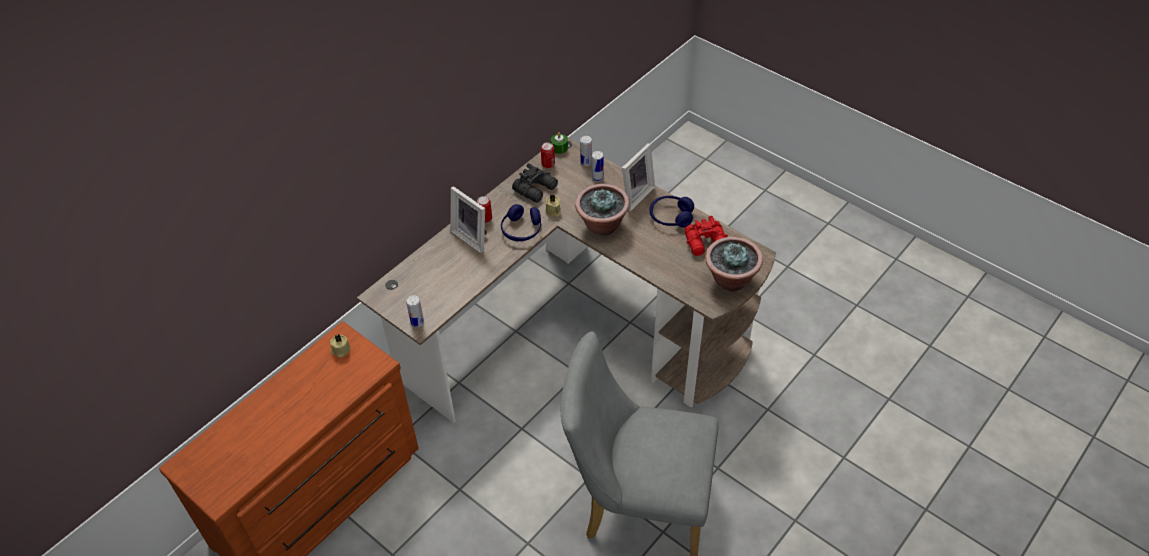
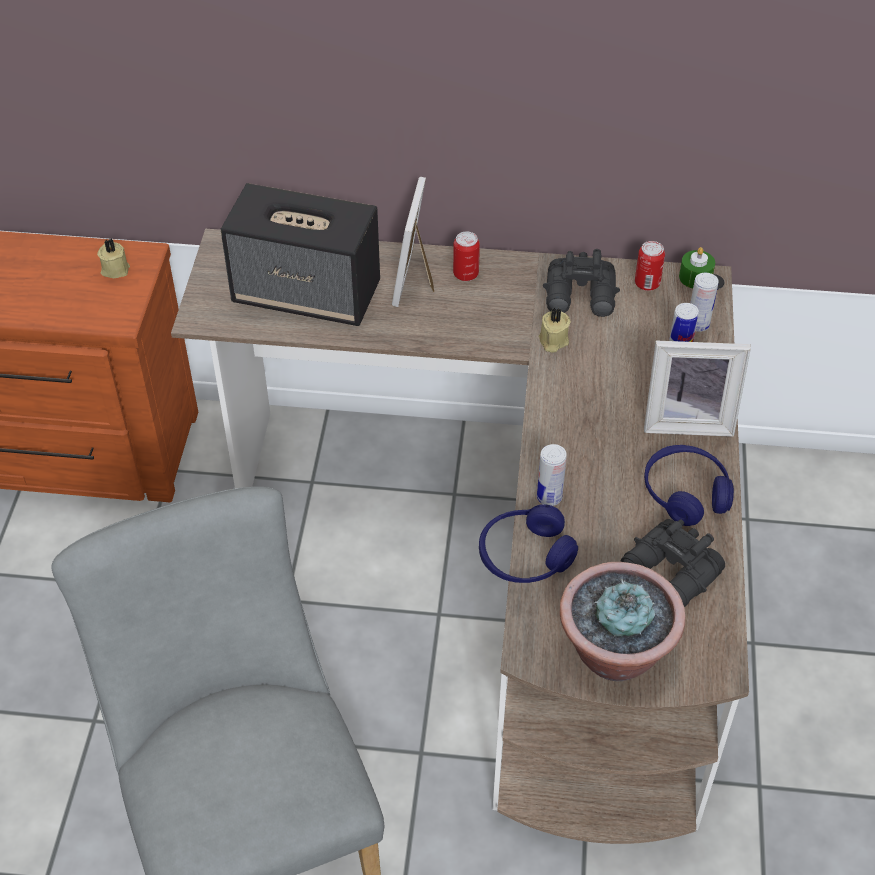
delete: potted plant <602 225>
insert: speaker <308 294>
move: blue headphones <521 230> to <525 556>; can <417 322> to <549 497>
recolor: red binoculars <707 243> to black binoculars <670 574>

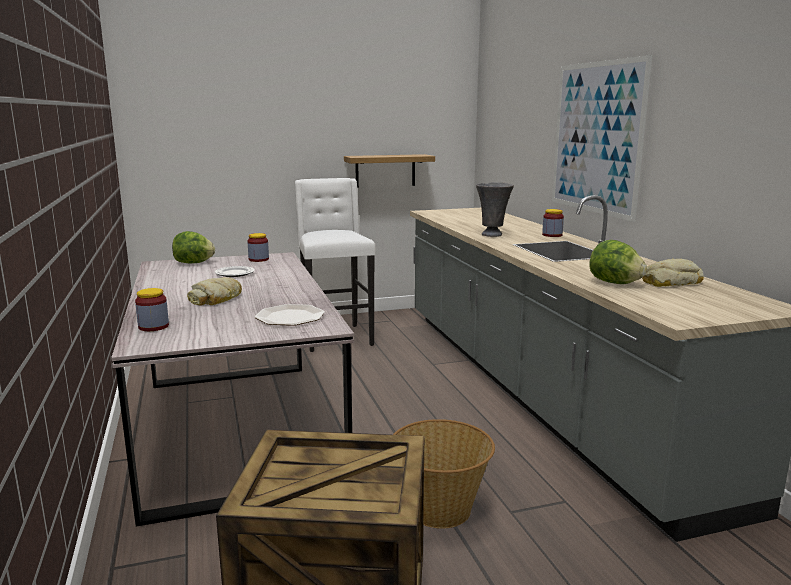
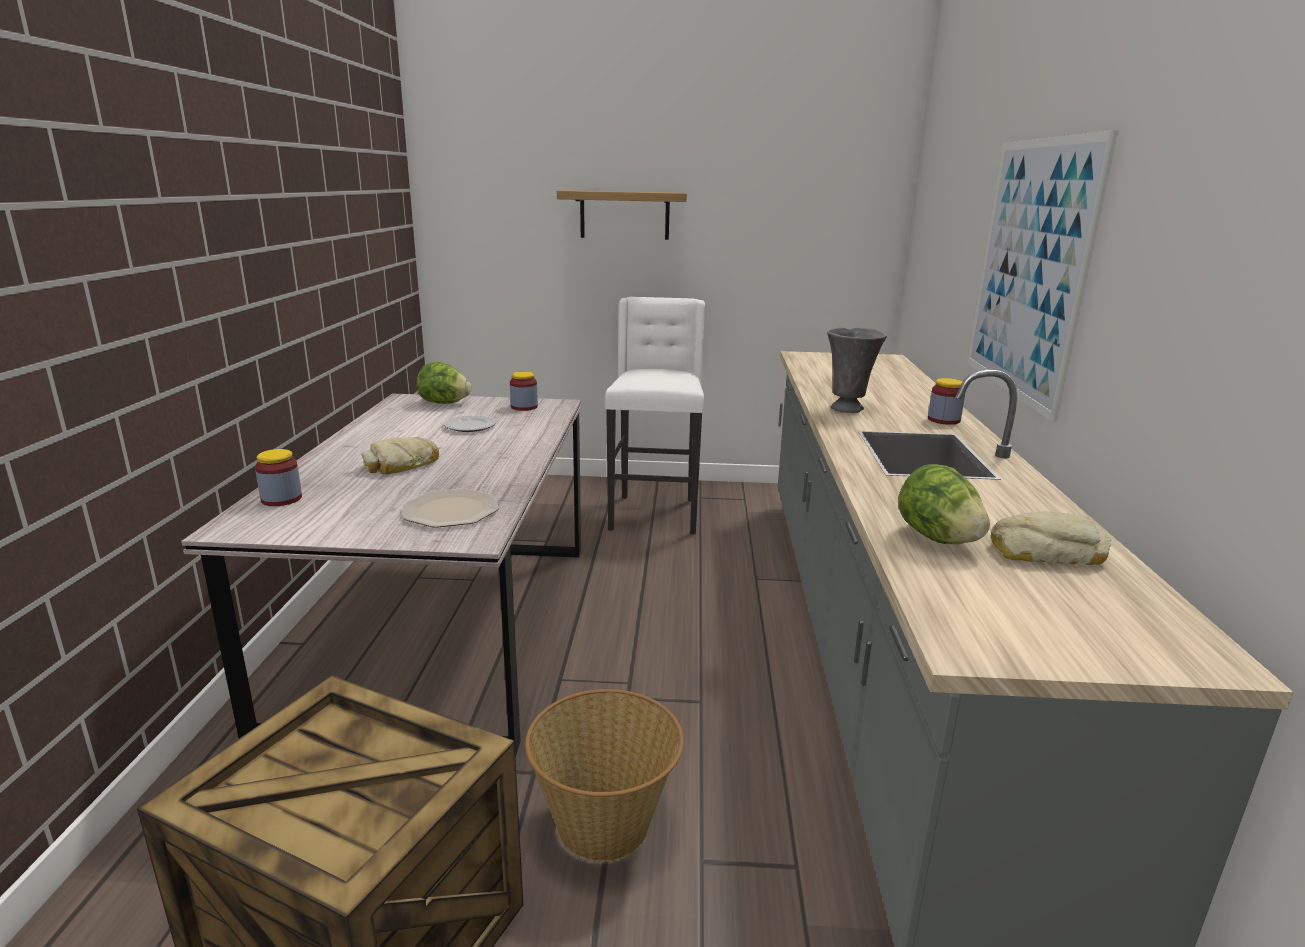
move: shelf <385 170> to <624 215>

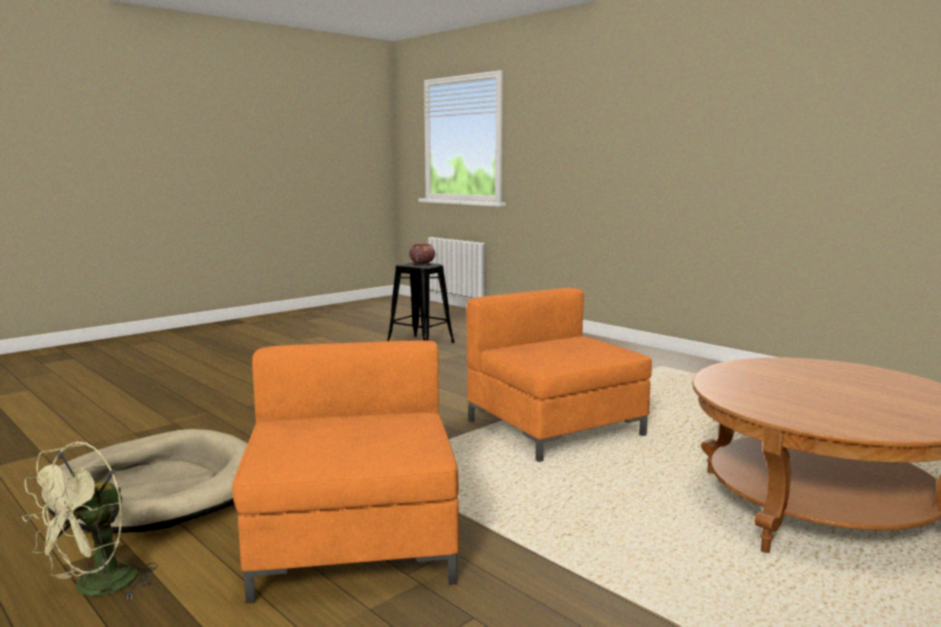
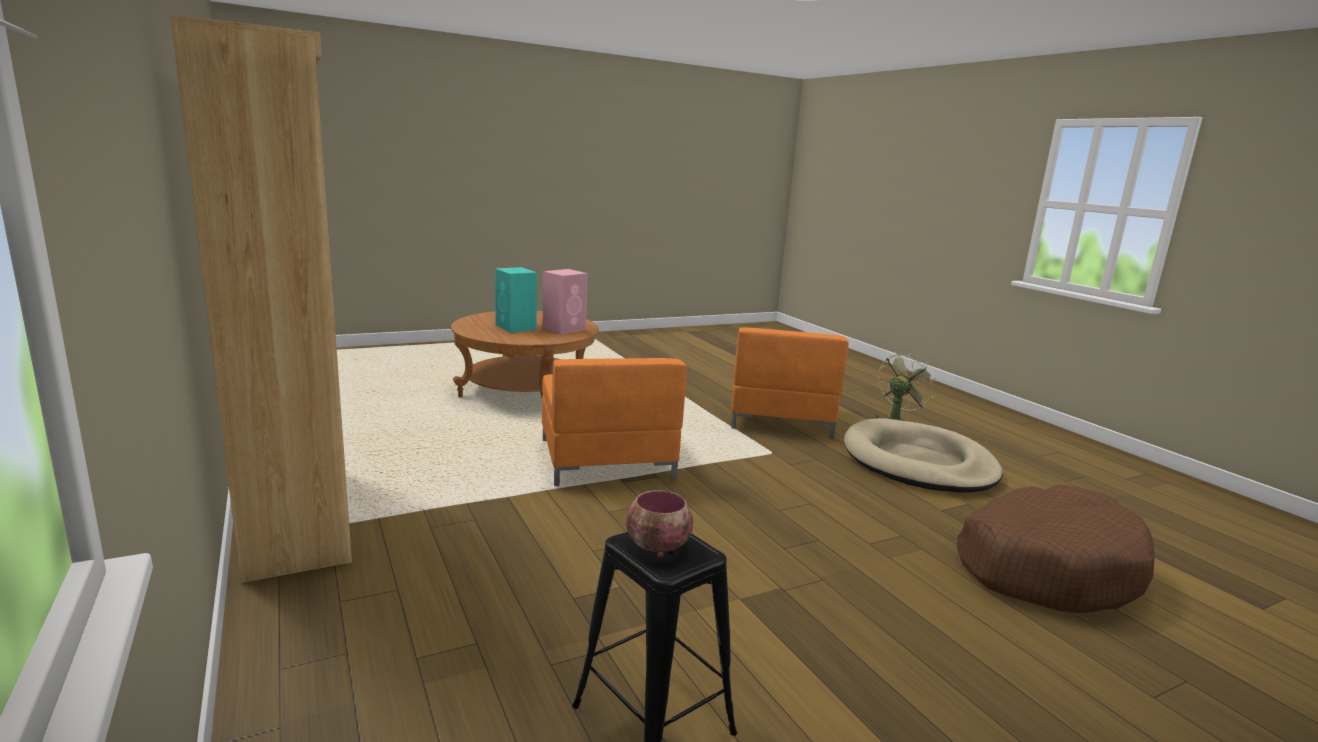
insert: brown bookcase <297 518>; turquoise speaker <516 327>; pink speaker <564 328>; brown dog bed <1046 567>

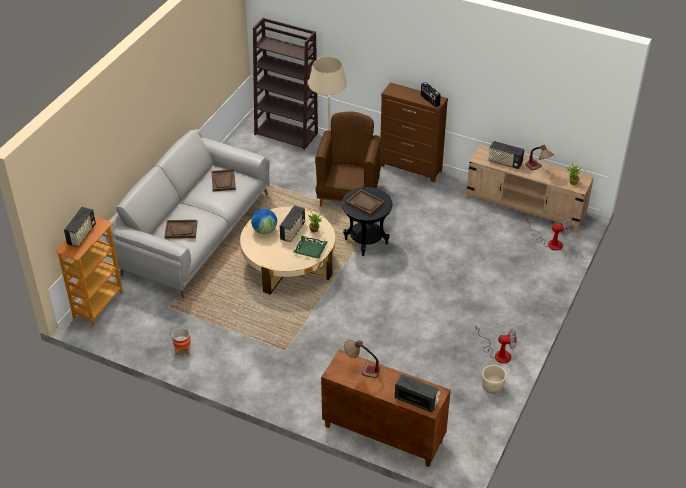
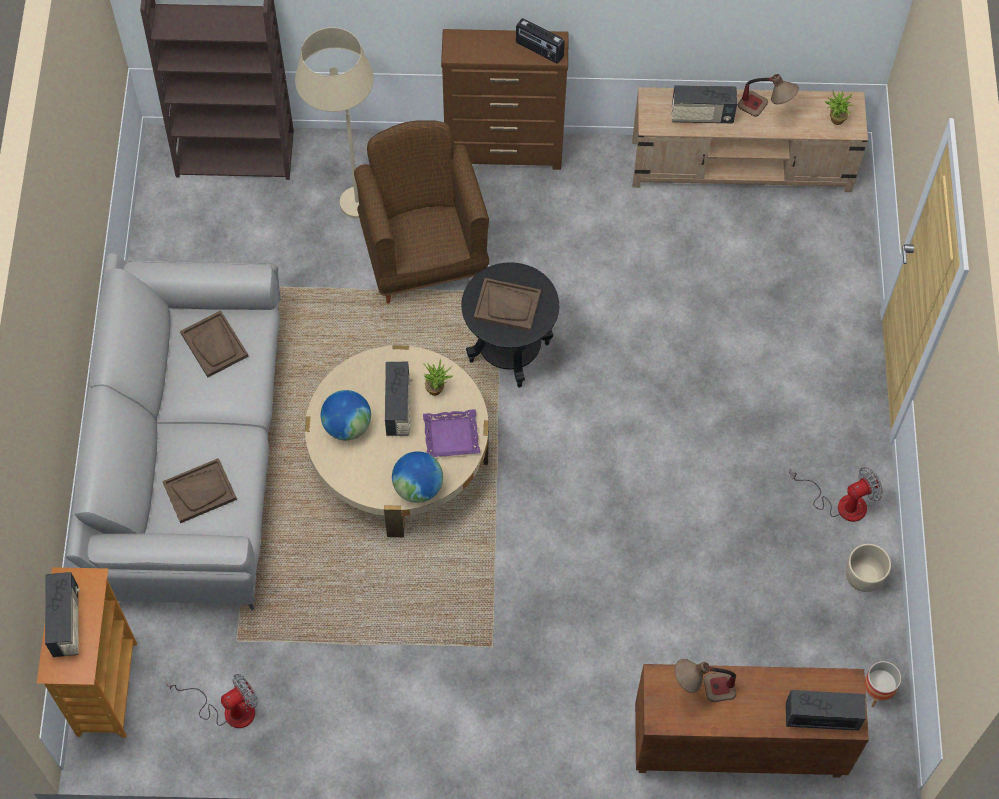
insert: globe <418 487>
move: fan <550 242> to <228 709>; planter <183 350> to <876 691>
recolor: green tray <310 249> to purple tray <451 437>

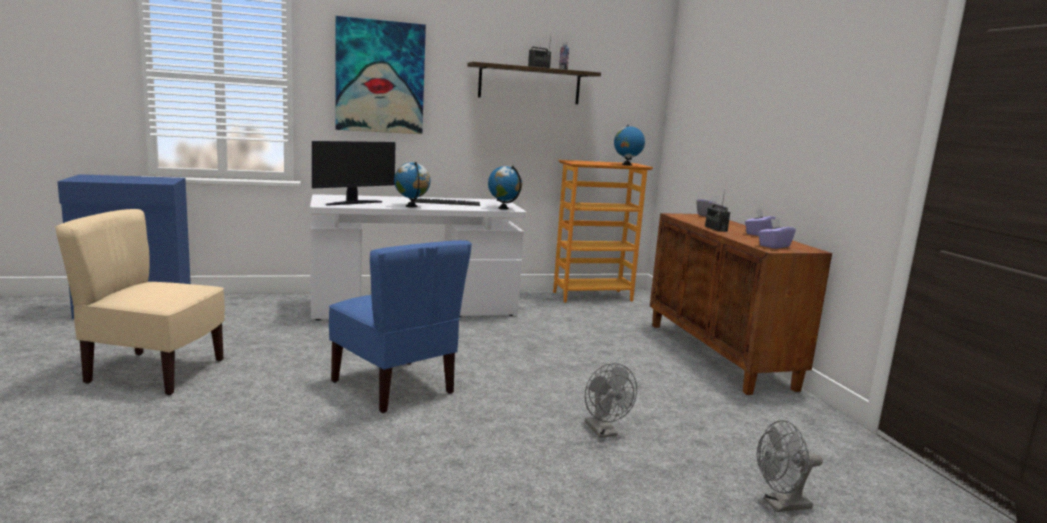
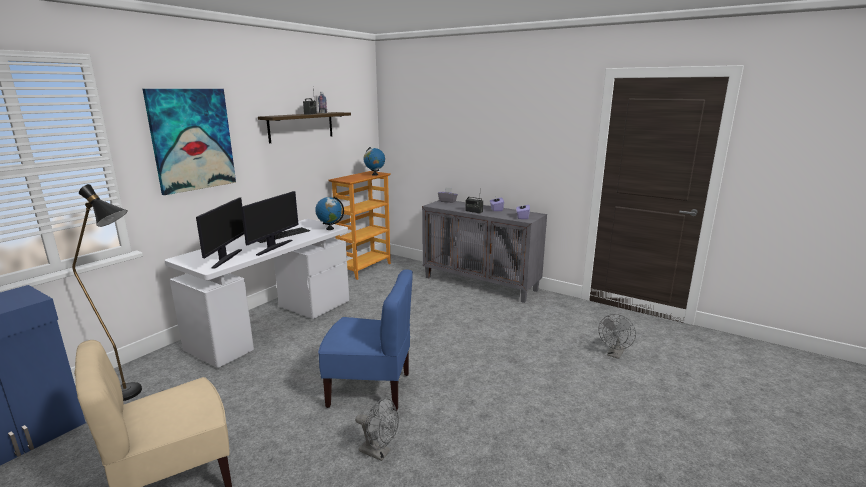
insert: black floor lamp <135 394>
move: grey fan <604 432> to <379 452>
replace: globe <411 206> to monitor <273 247>
recolor: brown cabinet <719 355> to grey cabinet <481 283>

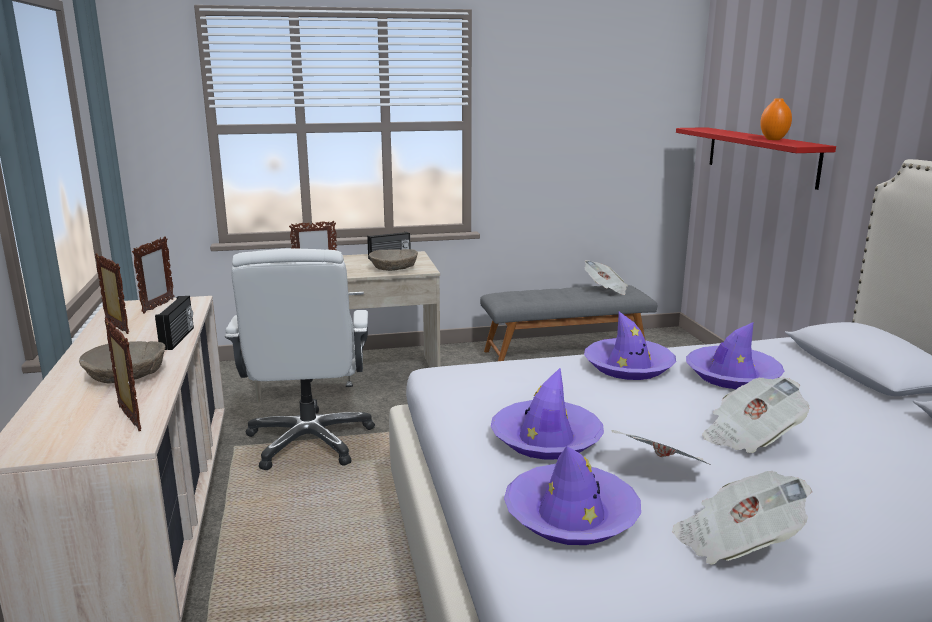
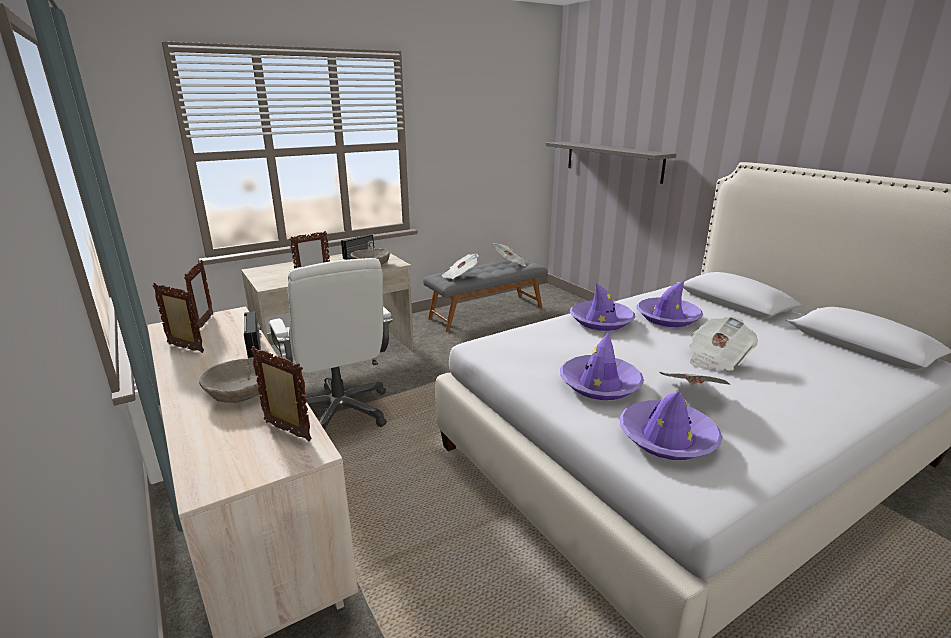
delete: orange vase <773 139>
move: newspaper <735 543> to <460 276>
recolor: red shelf <760 155> to grey shelf <612 161>

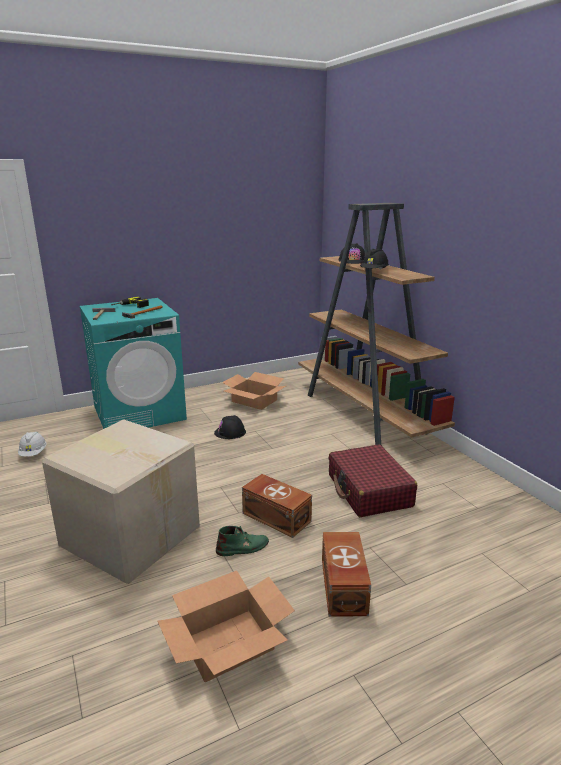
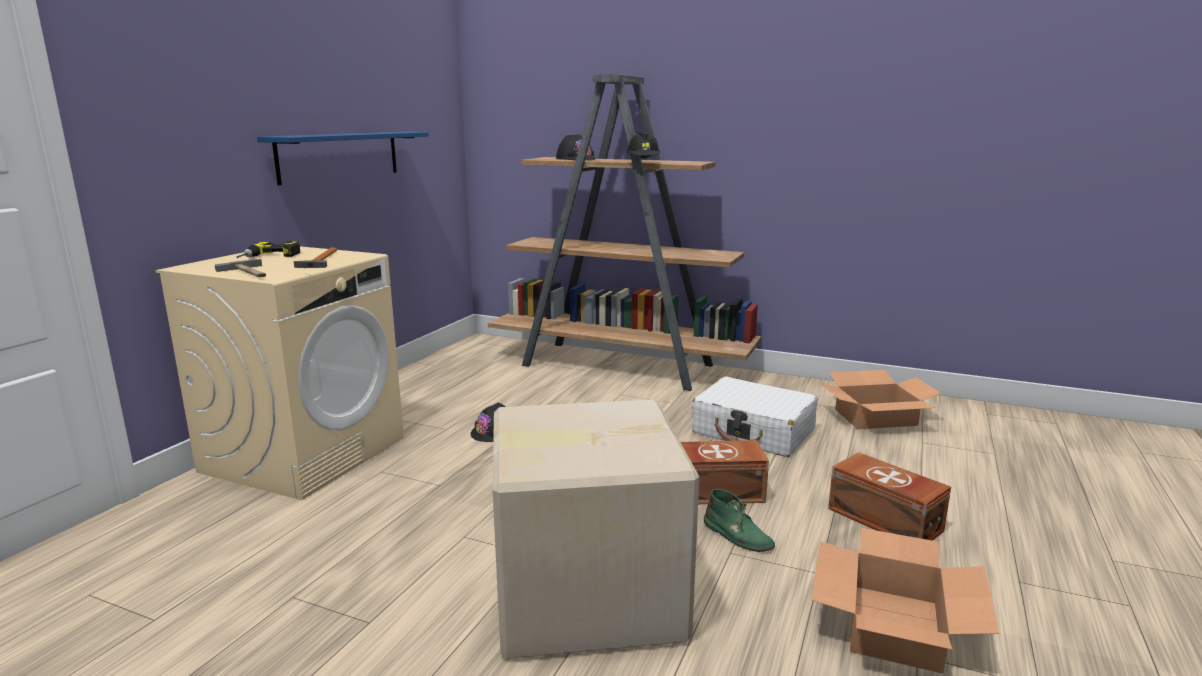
delete: white hard hat <33 453>
insert: blue shelf <340 156>
move: cardboard box <254 401> to <875 417>
recolor: turquoise washing machine <140 413> to beige washing machine <305 453>; red suitcase <369 491> to white suitcase <753 431>
rotate: green boot <243 548> = <738 536> 105 degrees clockwise

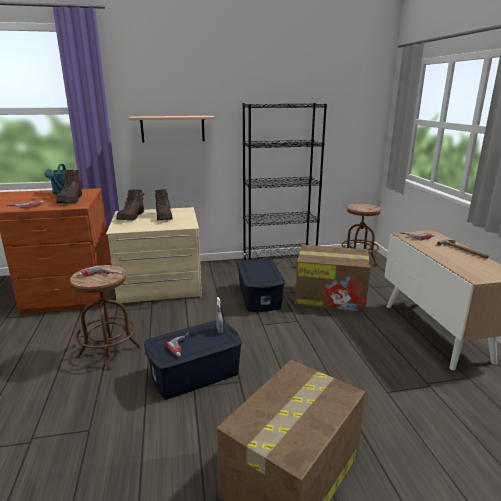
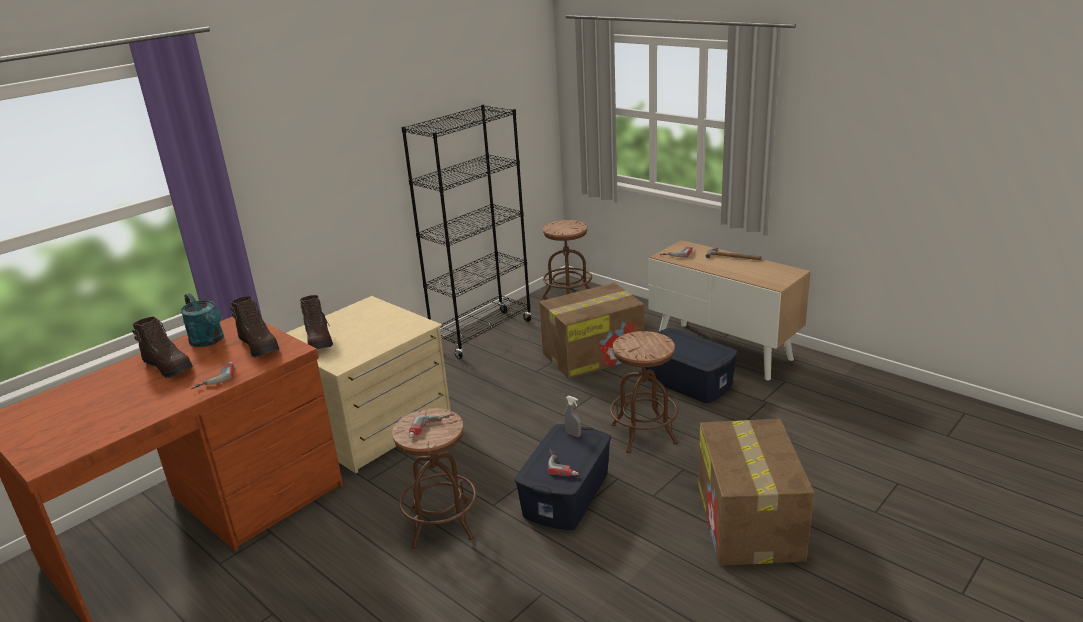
delete: shelf <173 129>
insert: brown stool <644 434>
move: brown boot <164 217> to <169 367>; blue storage box <259 296> to <687 381>

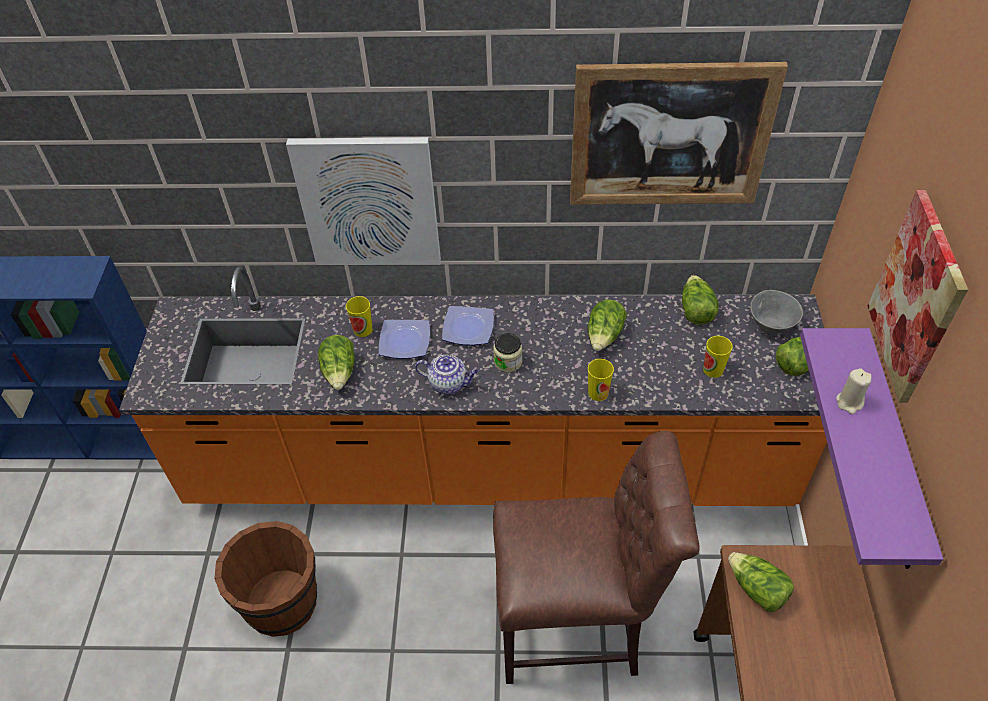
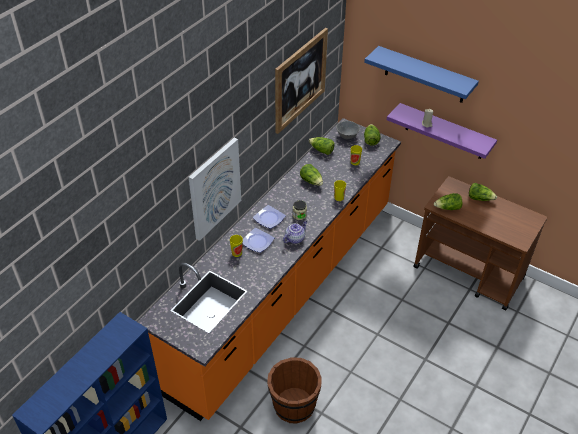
delete: brown chair <577 625>
move: lettuce <340 372> to <480 198>
replace: picture <916 298> to blue shelf <425 75>

